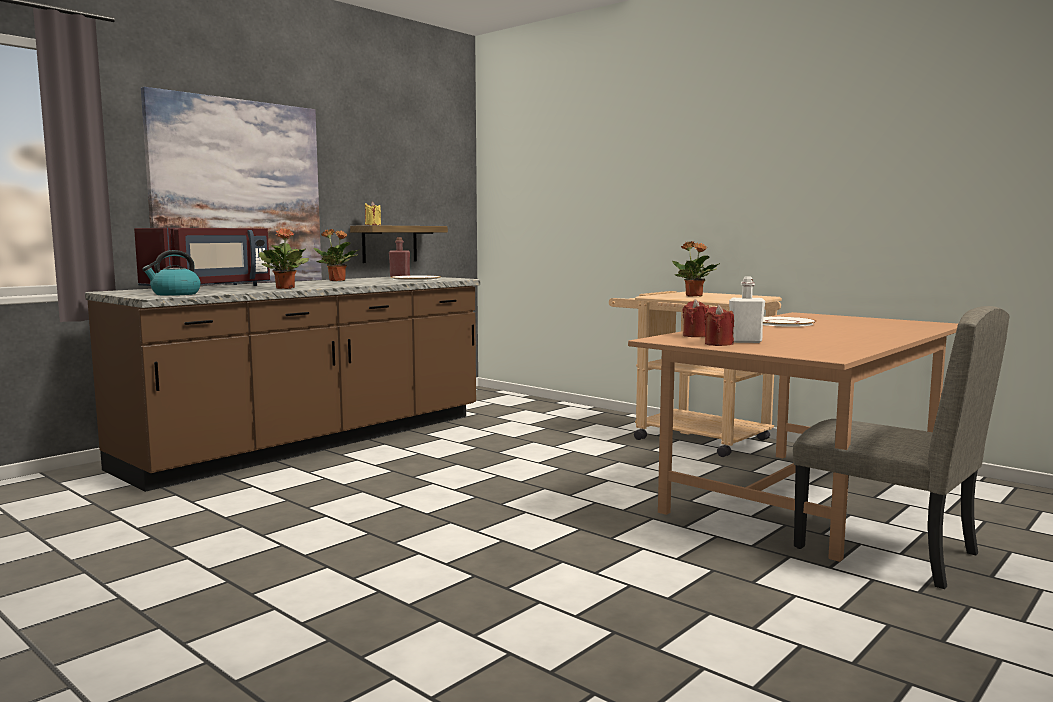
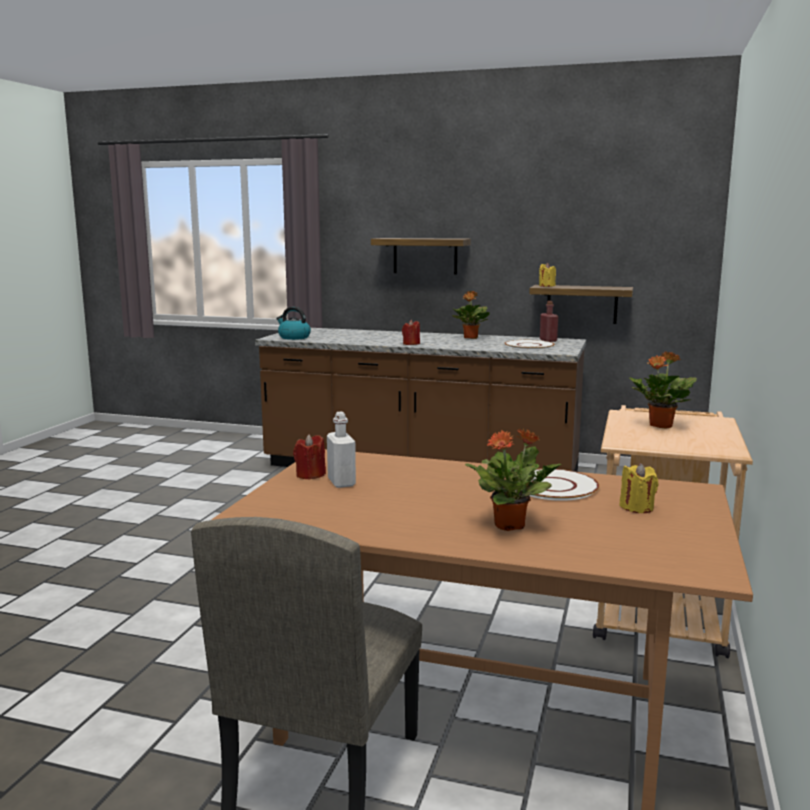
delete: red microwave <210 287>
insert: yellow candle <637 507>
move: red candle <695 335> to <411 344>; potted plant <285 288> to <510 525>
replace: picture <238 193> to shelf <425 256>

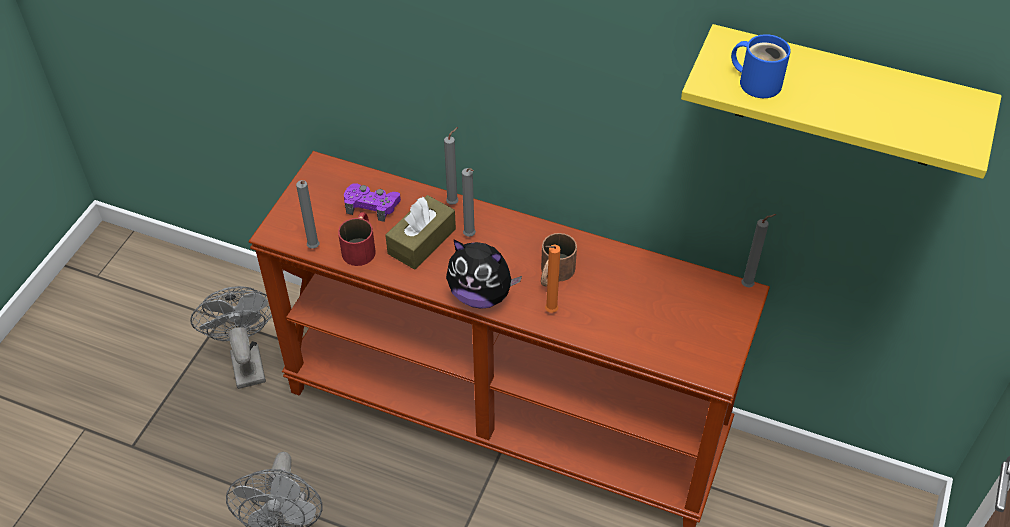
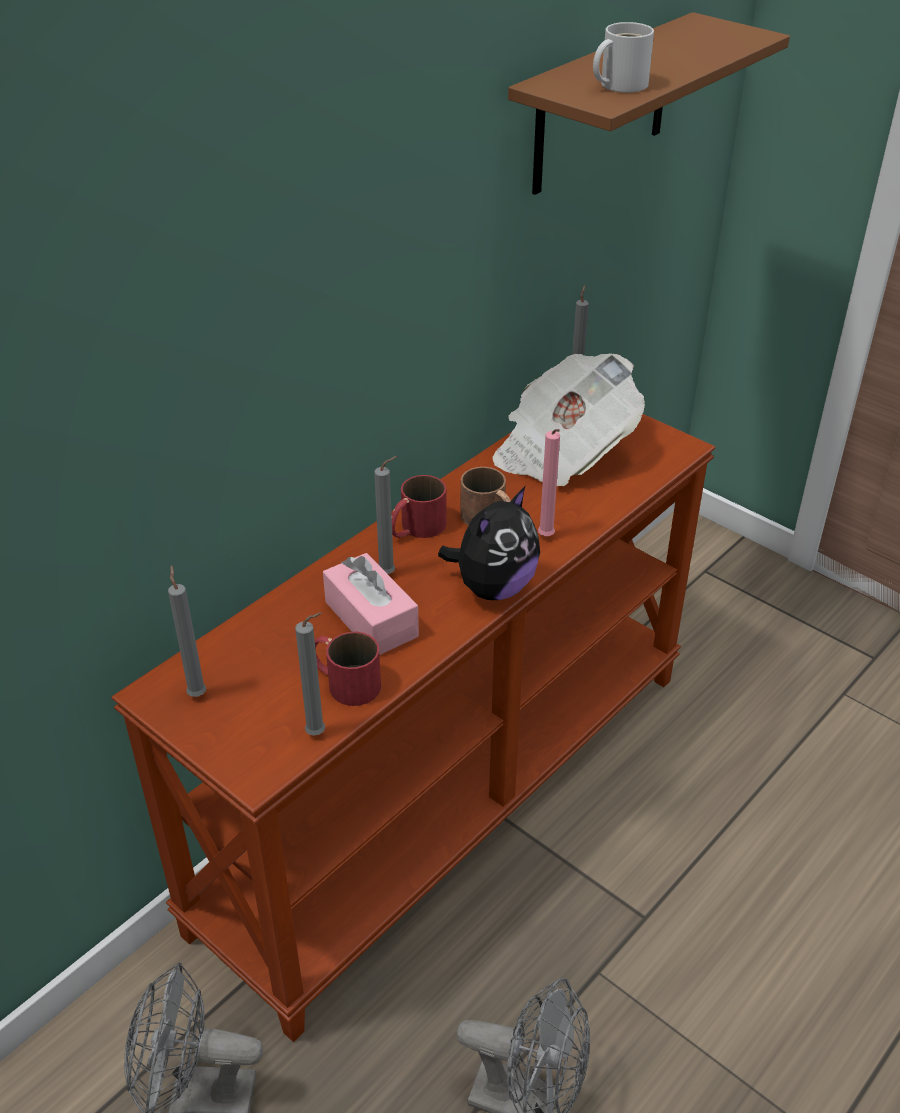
delete: purple game controller <371 205>
insert: red mug <415 529>; newspaper <562 451>
move: grey candle <454 202> to <197 693>
recolor: brown tissue box <421 241> to pink tissue box <371 619>; yellow shelf <840 99> to brown shelf <602 105>; orange candle <549 311> to pink candle <546 538>; blue mug <757 81> to white mug <619 85>

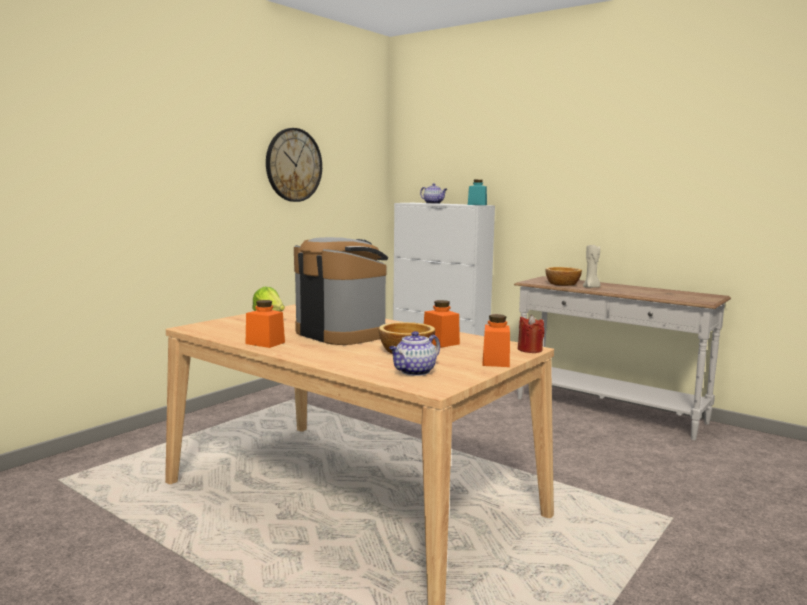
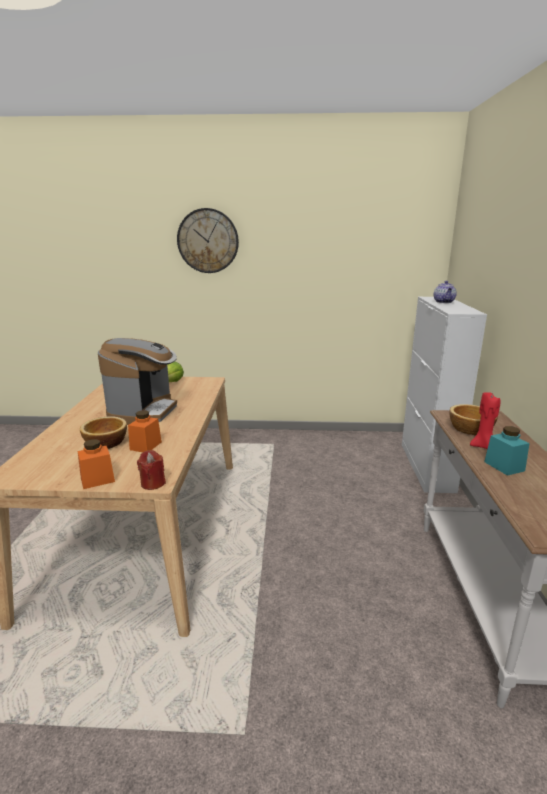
delete: orange jar <265 343>; teapot <414 372>
move: wall clock <293 165> to <208 241>; turquoise jar <477 204> to <504 466>
recolor: beige candle <591 287> to red candle <483 446>

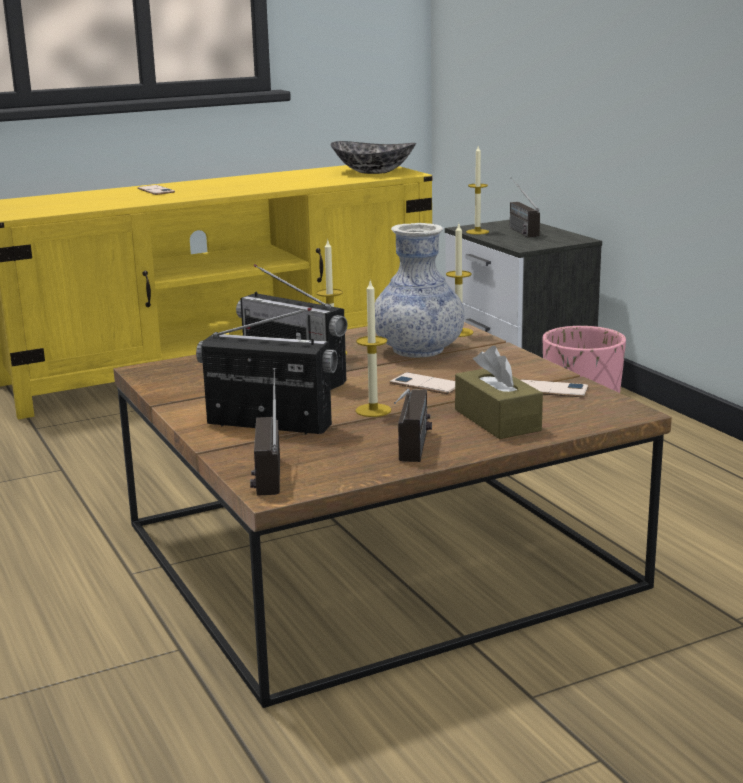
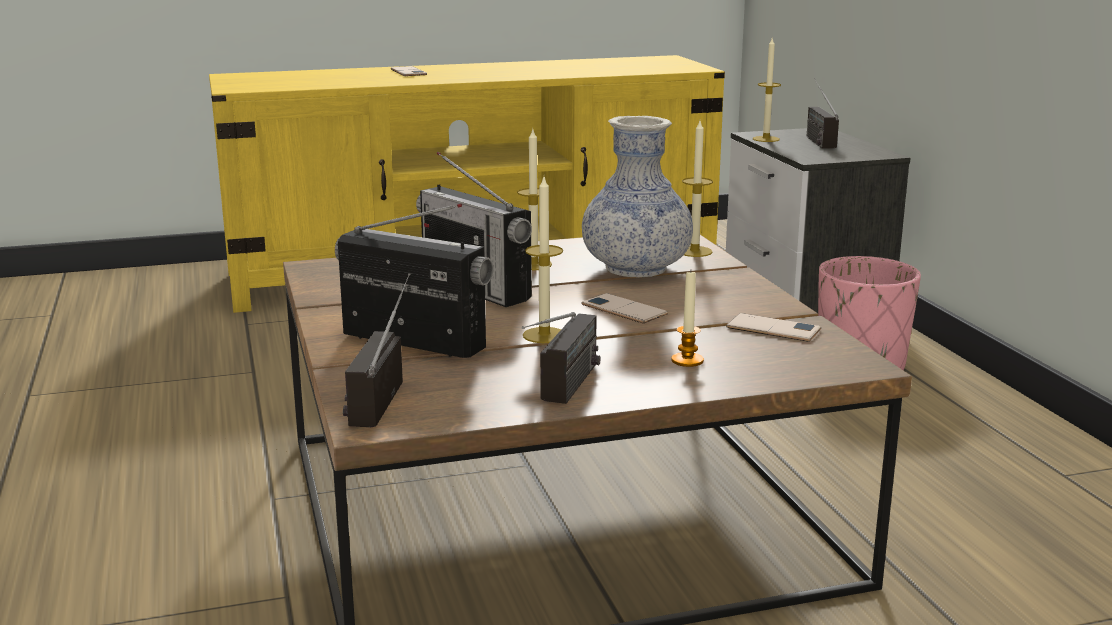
delete: bowl <373 171>
replace: brown tissue box <497 420> to candle <687 360>

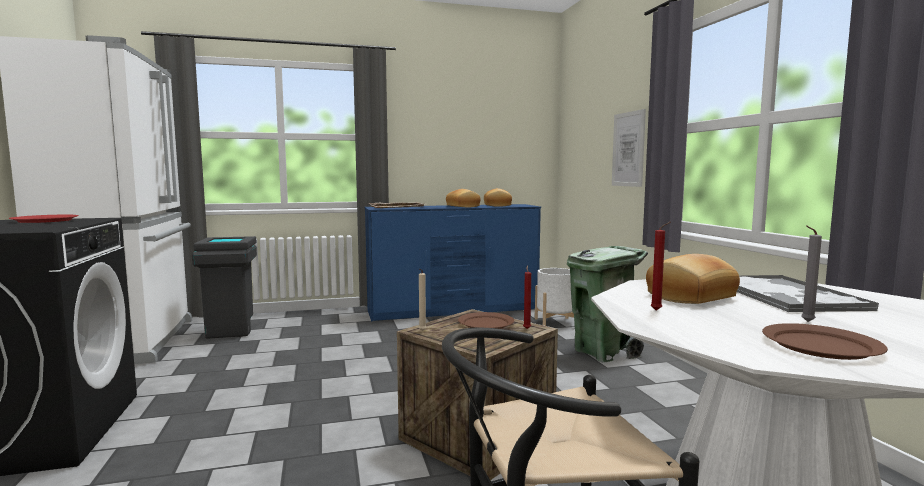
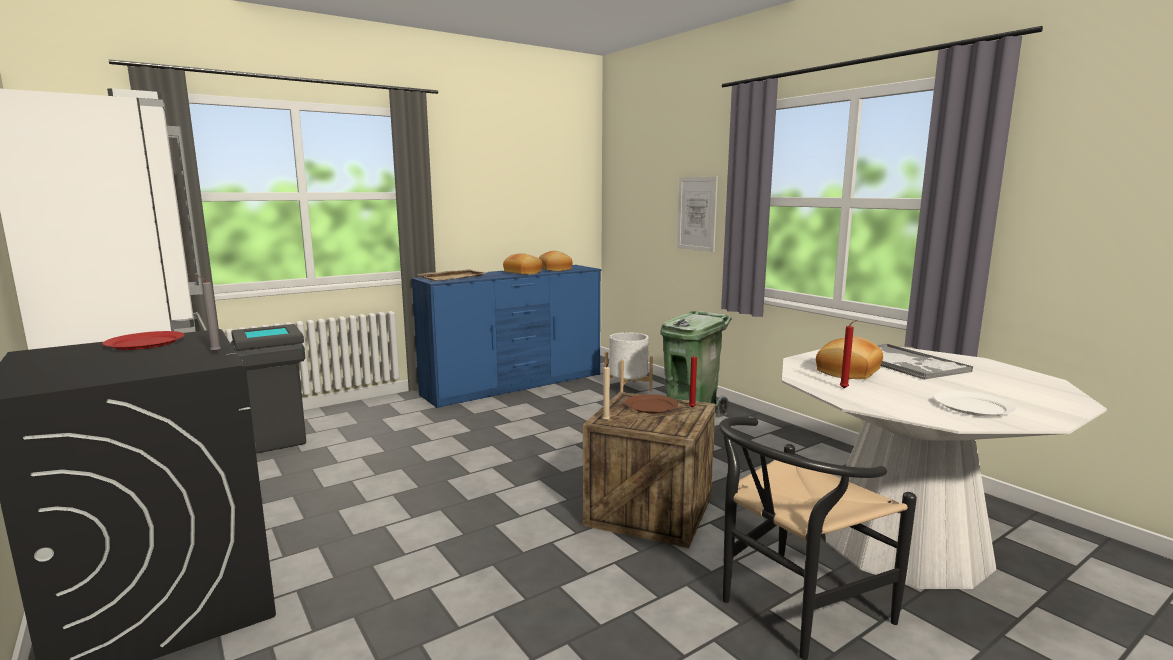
move: grey candle <805 321> to <214 353>
recolor: brown plate <821 345> to white plate <972 406>

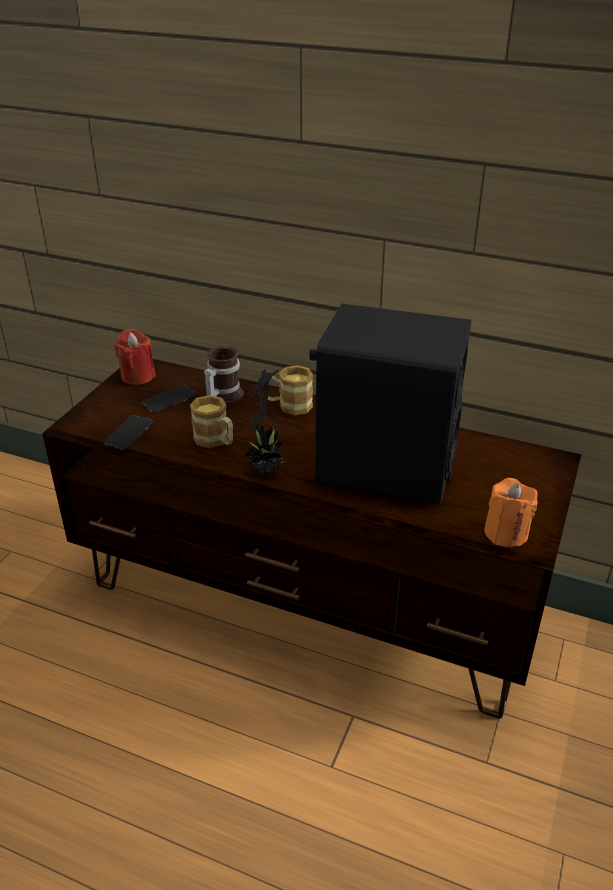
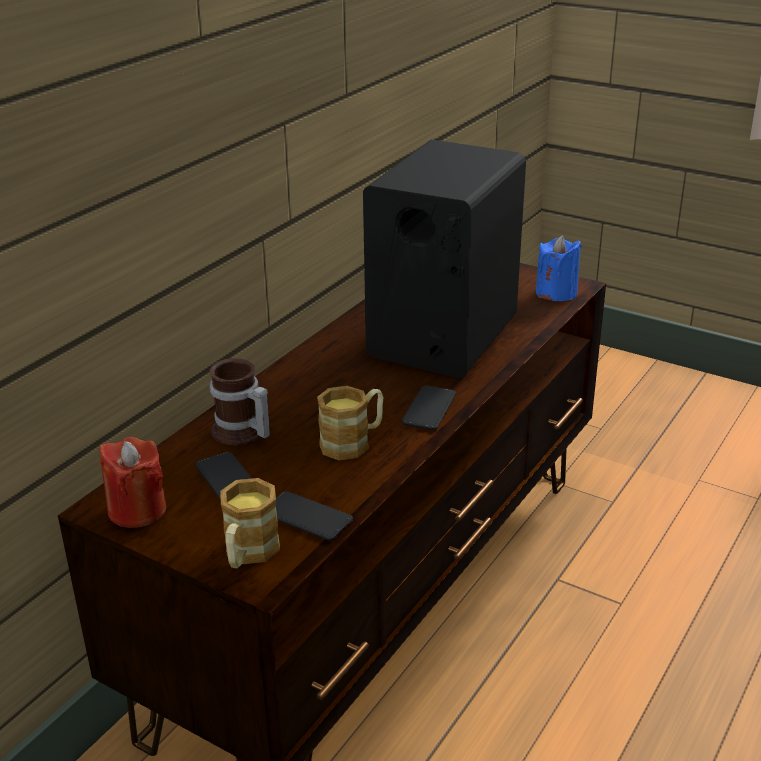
move: mug <288 405> to <248 554>
replace: potted plant <266 470> to phone <429 409>
recolor: orange candle <506 533> to blue candle <556 293>

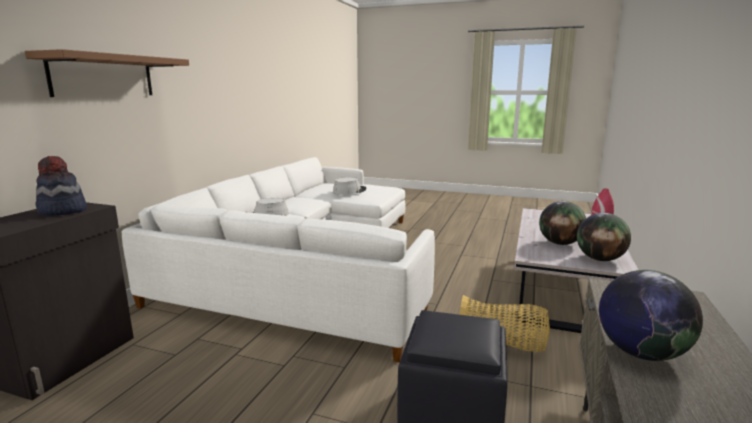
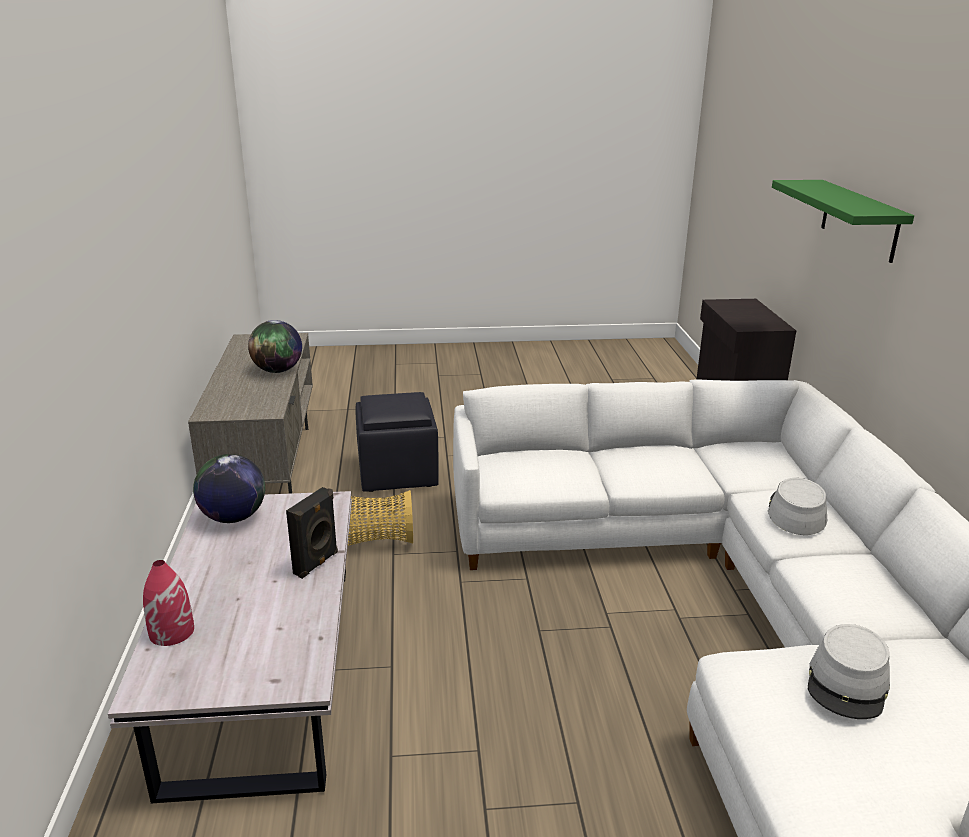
delete: hat <62 211>; globe <560 243>
insert: black speaker <317 563>
recolor: brown shelf <103 76> to green shelf <859 220>

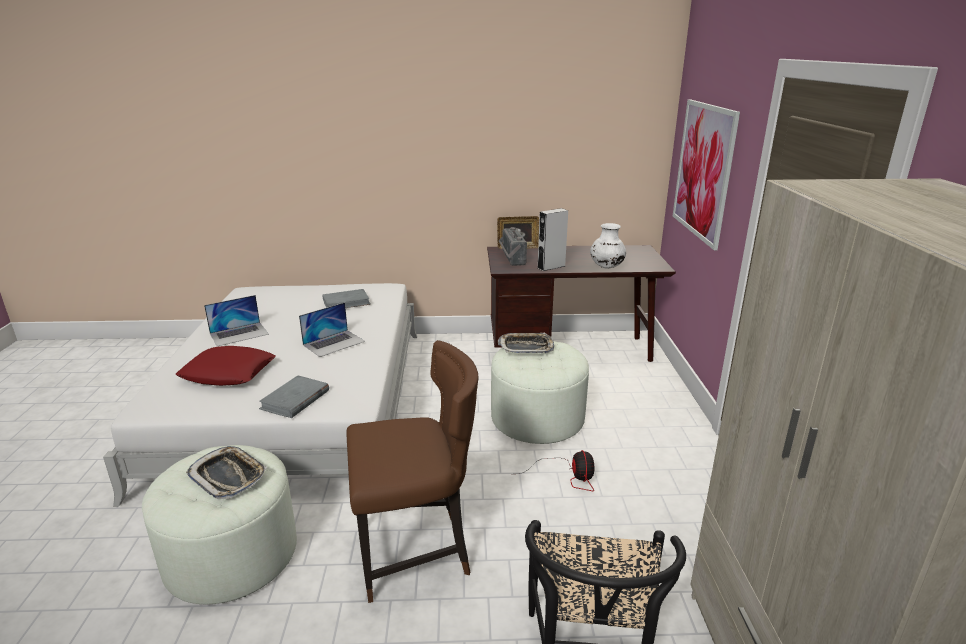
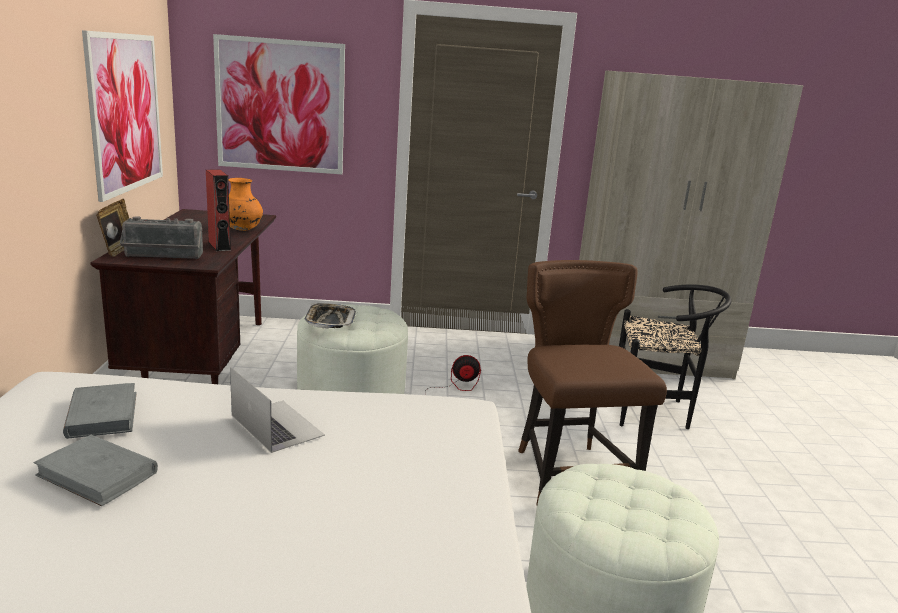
delete: red pillow <228 373>; tray <228 476>; laptop <239 334>
insert: picture <125 113>
move: grey book <295 400> to <97 474>
recolor: grey speaker <551 267> to red speaker <219 246>; white vase <606 267> to orange vase <241 230>

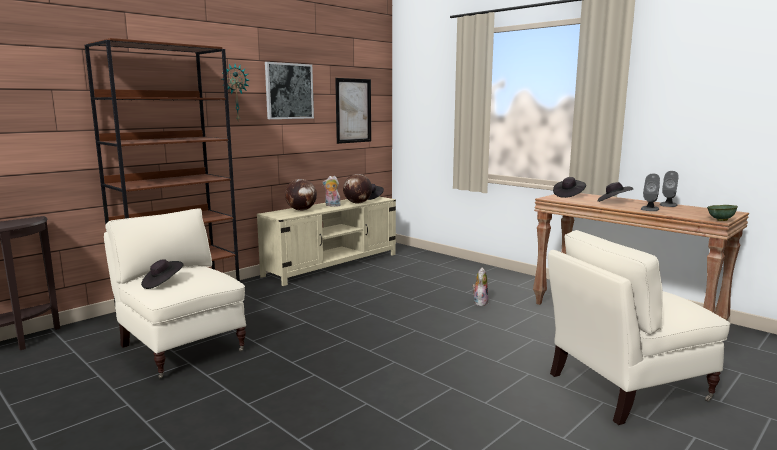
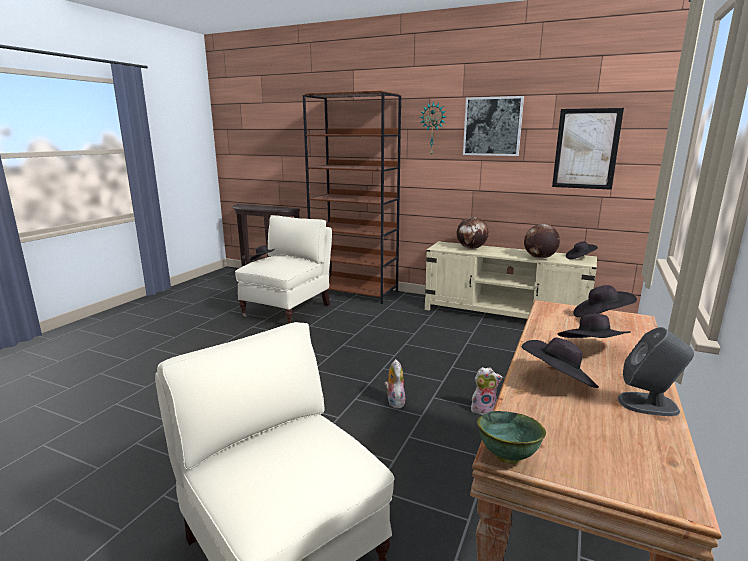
move: plush toy <332 205> to <394 401>
replace: grey speaker <649 209> to black hat <558 380>

